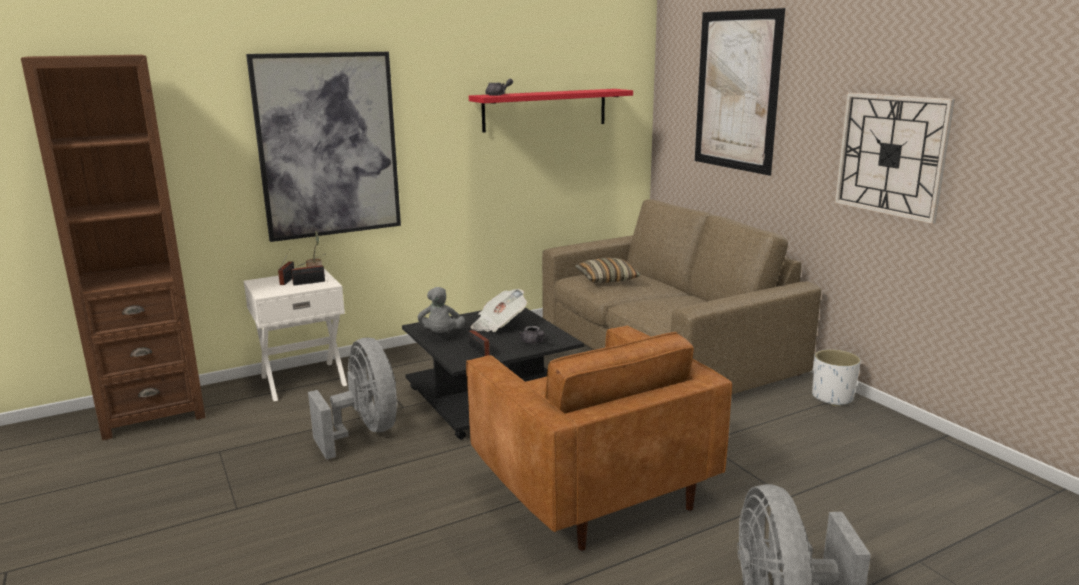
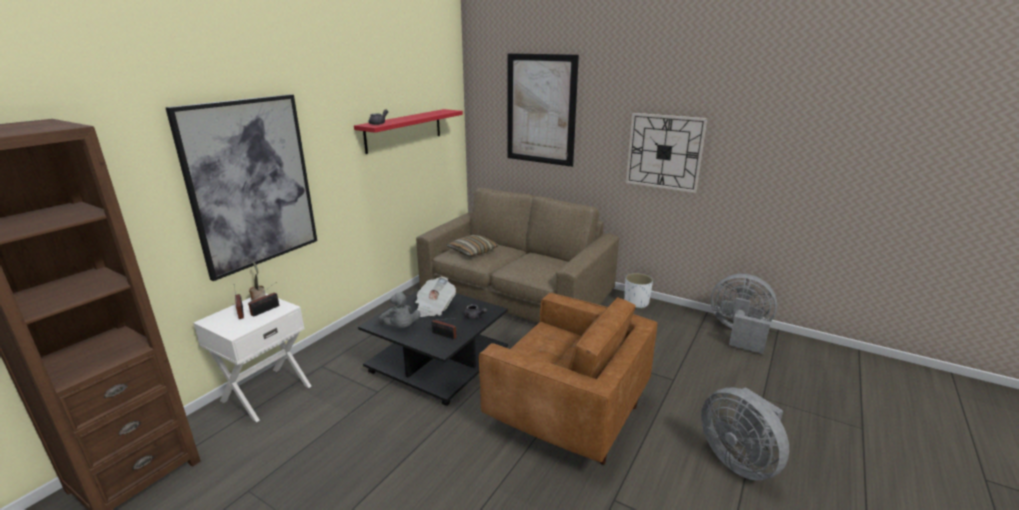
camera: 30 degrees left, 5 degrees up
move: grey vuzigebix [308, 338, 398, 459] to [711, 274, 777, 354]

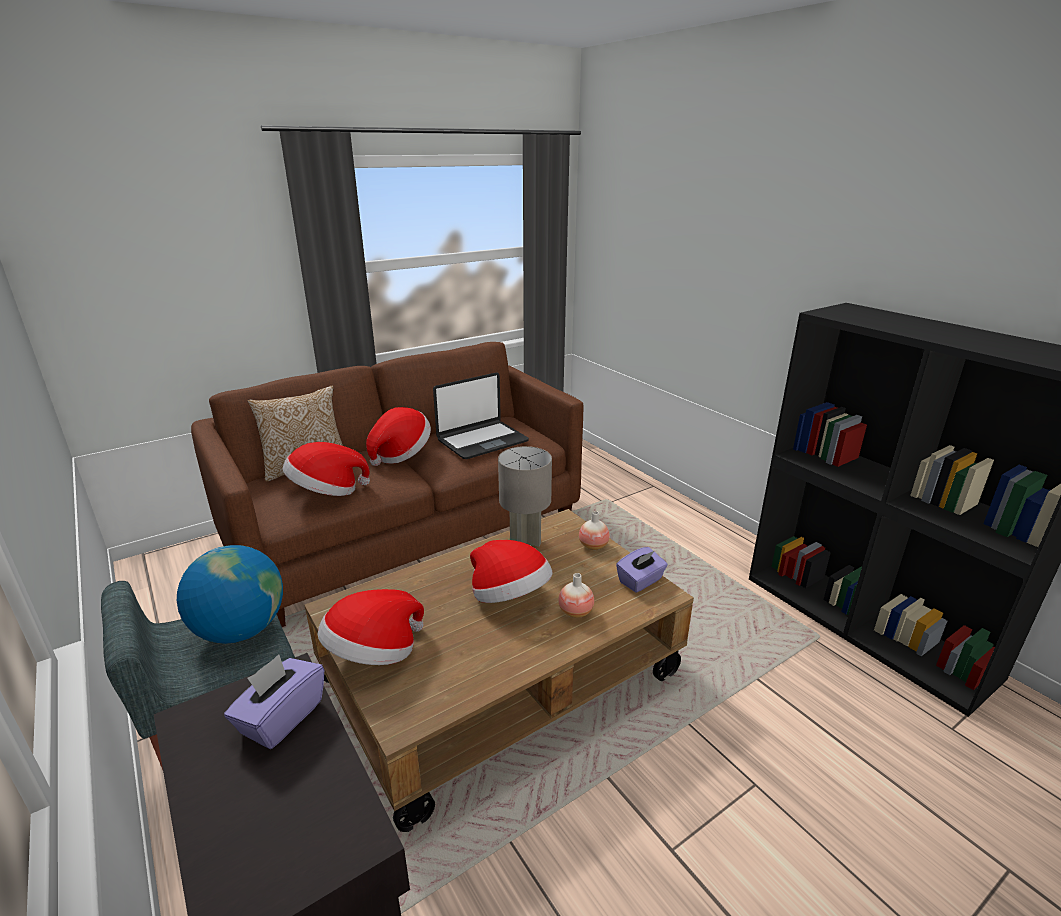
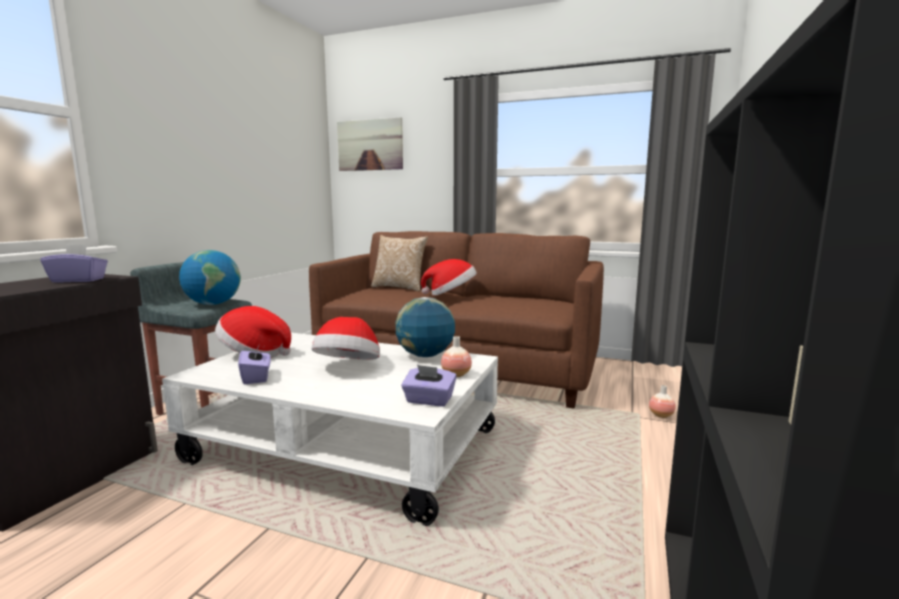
camera: 55 degrees right, 15 degrees down
delete: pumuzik [283, 442, 370, 496]; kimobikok [433, 372, 529, 459]
insert: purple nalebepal [238, 343, 271, 384]; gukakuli [337, 117, 403, 171]
move: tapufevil [558, 573, 594, 618] to [649, 385, 676, 418]
replace: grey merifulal [498, 446, 552, 547] to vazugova [395, 297, 455, 357]
recolor: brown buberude [304, 509, 694, 832] to white buberude [162, 333, 498, 526]

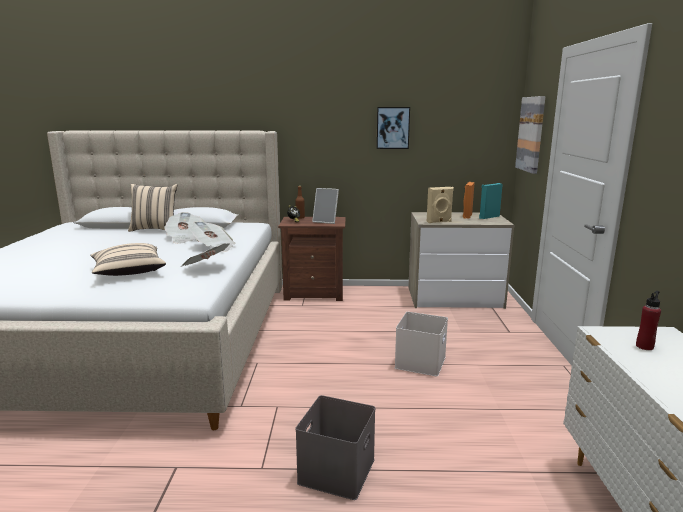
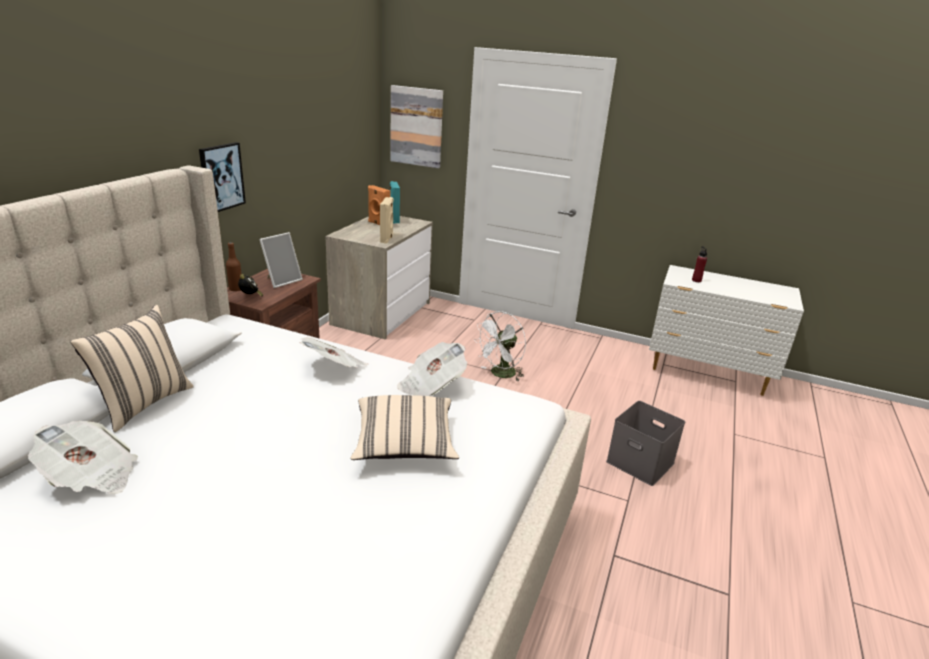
camera: 70 degrees left, 10 degrees up
move: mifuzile [164, 212, 204, 244] to [28, 421, 138, 494]; gukakuli [377, 107, 410, 149] to [199, 142, 246, 212]
replace: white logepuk [395, 312, 448, 377] to white vuzigebix [474, 311, 526, 381]

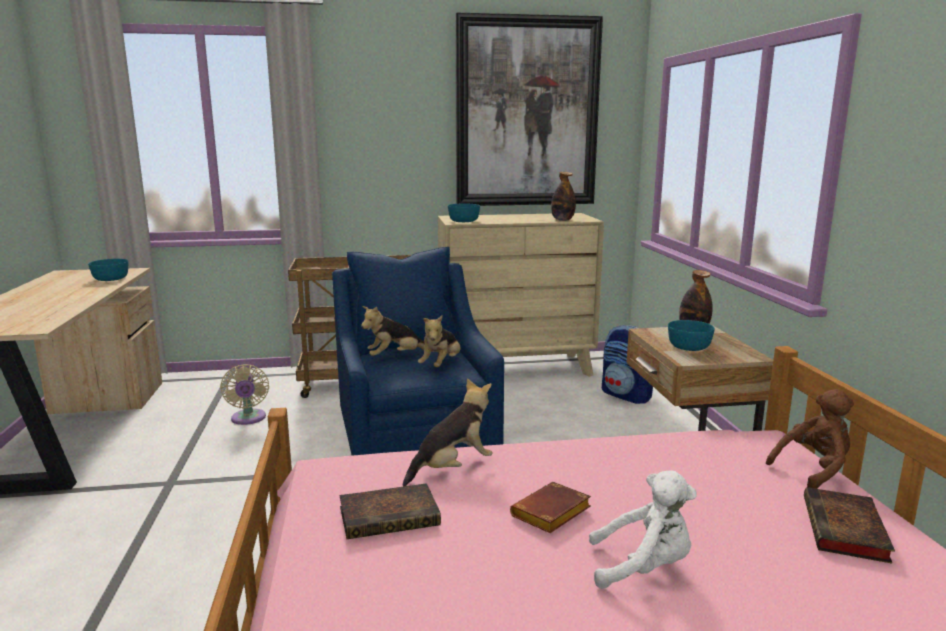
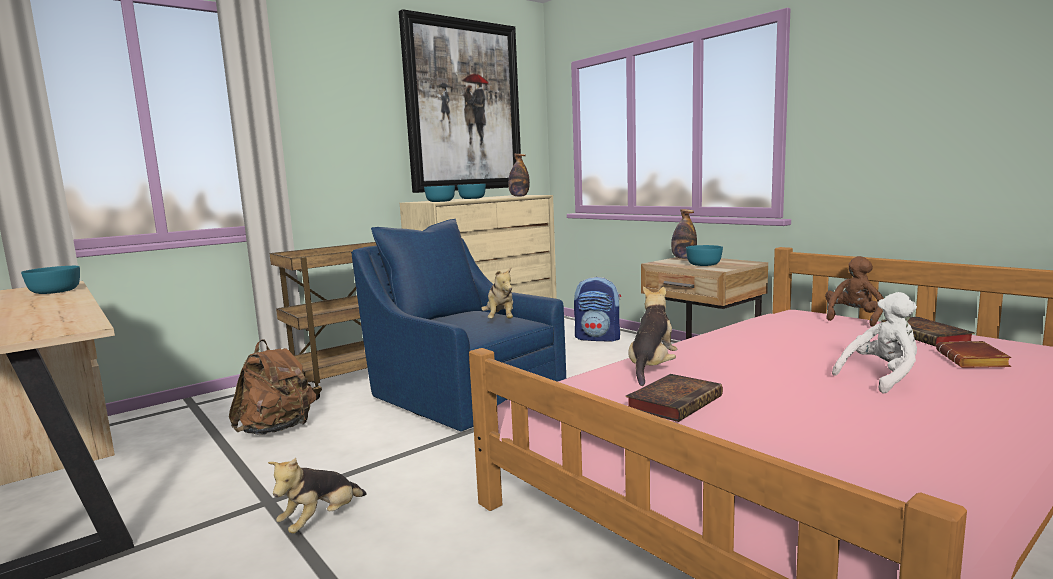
camera: 30 degrees left, 5 degrees down
insert: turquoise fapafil [457, 184, 486, 199]
move: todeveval [361, 306, 425, 356] to [268, 458, 367, 533]; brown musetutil [510, 482, 591, 533] to [936, 341, 1012, 368]
replace: beige vuzigebix [220, 364, 269, 425] to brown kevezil [229, 339, 316, 435]

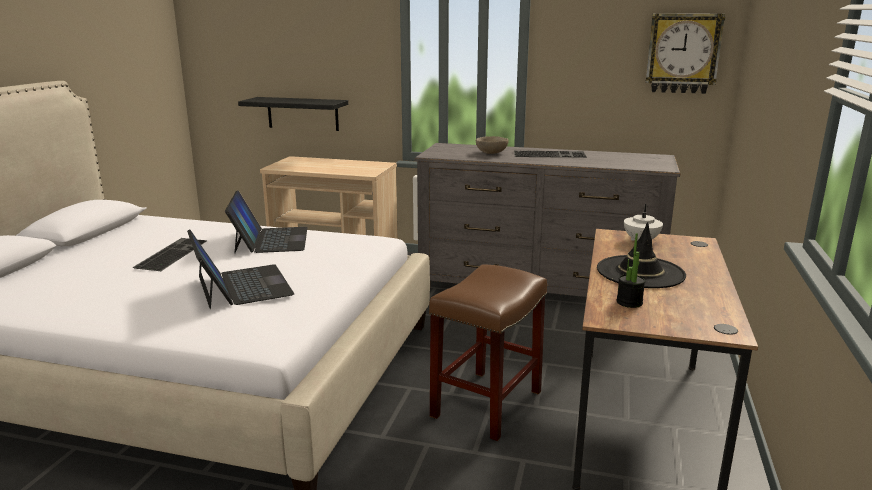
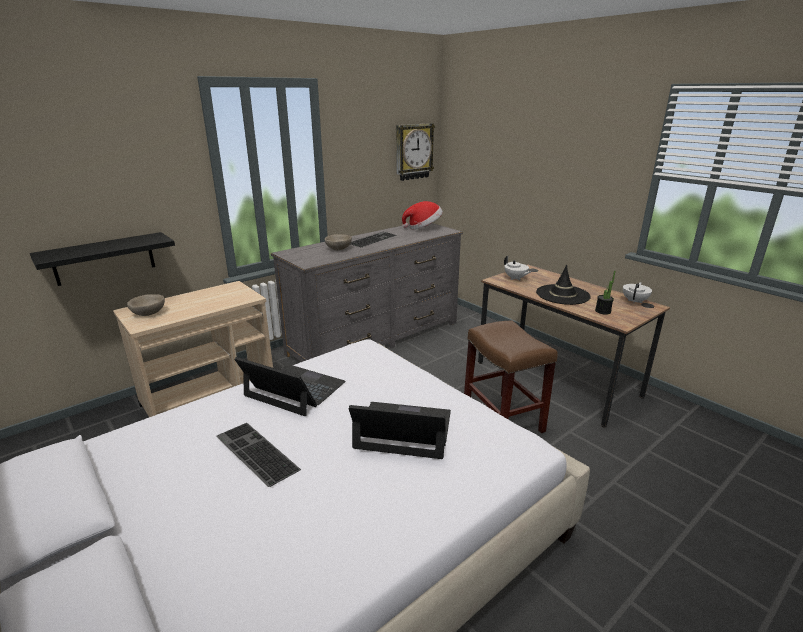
camera: 55 degrees left, 5 degrees up
insert: beige fapafil [127, 294, 165, 316]; pumuzik [402, 201, 443, 229]; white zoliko [623, 282, 652, 304]

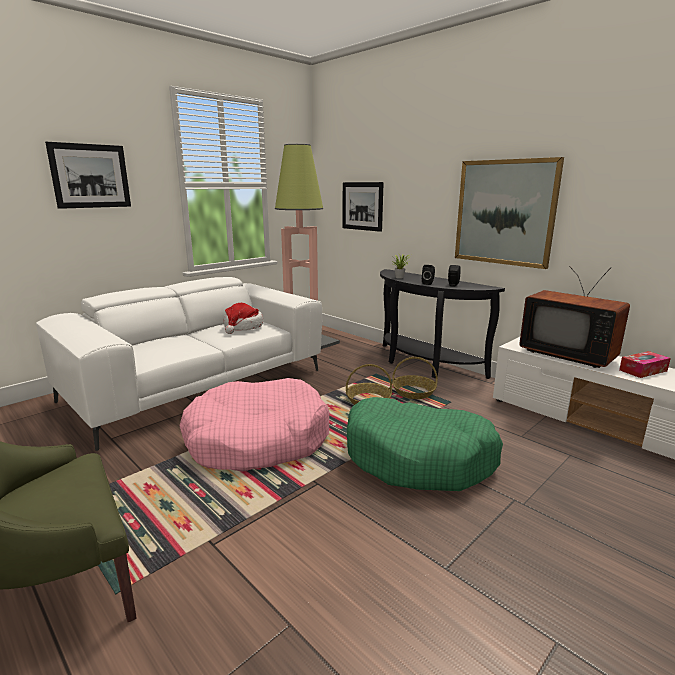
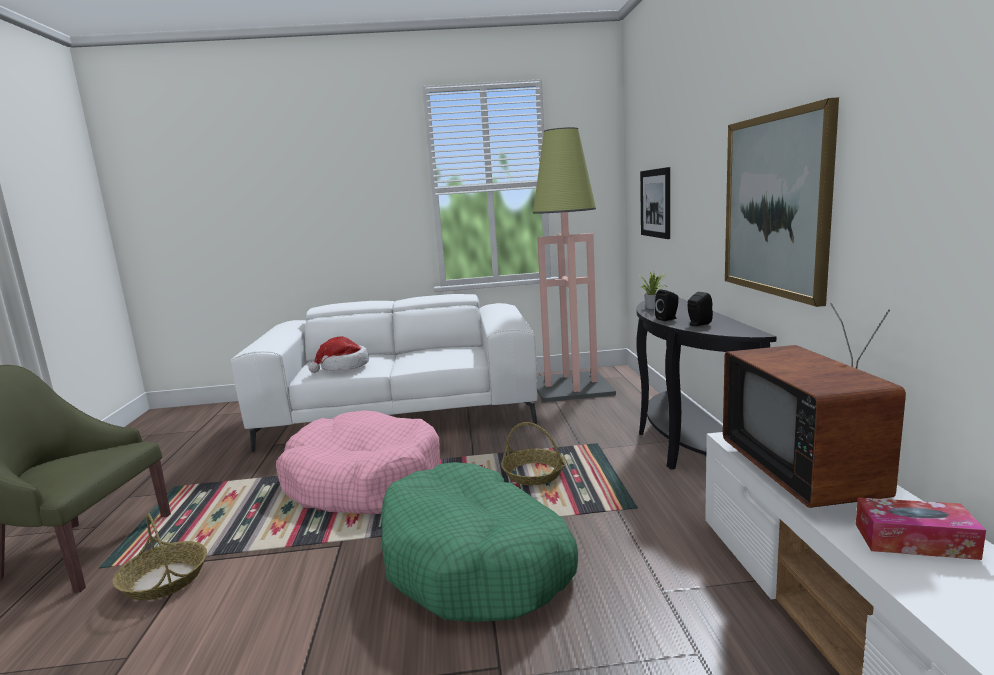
camera: 40 degrees right, 5 degrees down
delete: gukakuli [45, 142, 131, 209]
move: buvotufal [392, 357, 438, 399] to [113, 513, 207, 600]; pumuzik [224, 303, 263, 334] to [309, 336, 369, 373]

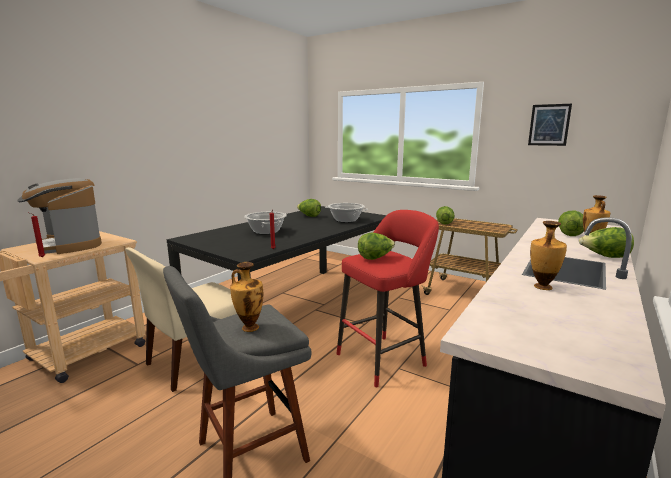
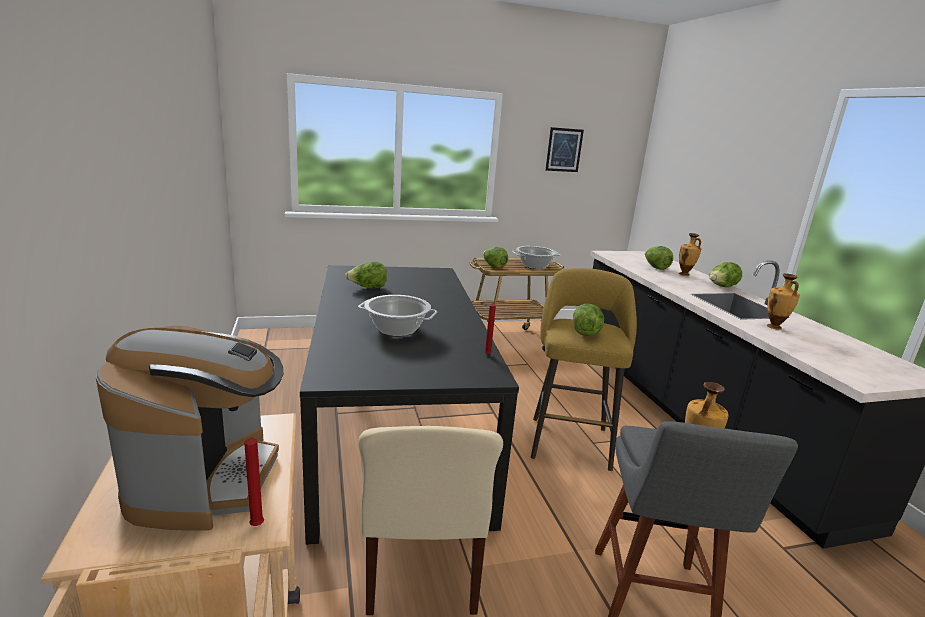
camera: 50 degrees left, 5 degrees up
move: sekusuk [325, 203, 368, 223] to [512, 246, 560, 269]
recolor: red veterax [337, 210, 439, 387] to yellow veterax [531, 268, 637, 471]
rotate: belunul [18, 178, 102, 254] = [96, 326, 284, 531] 90 degrees counterclockwise

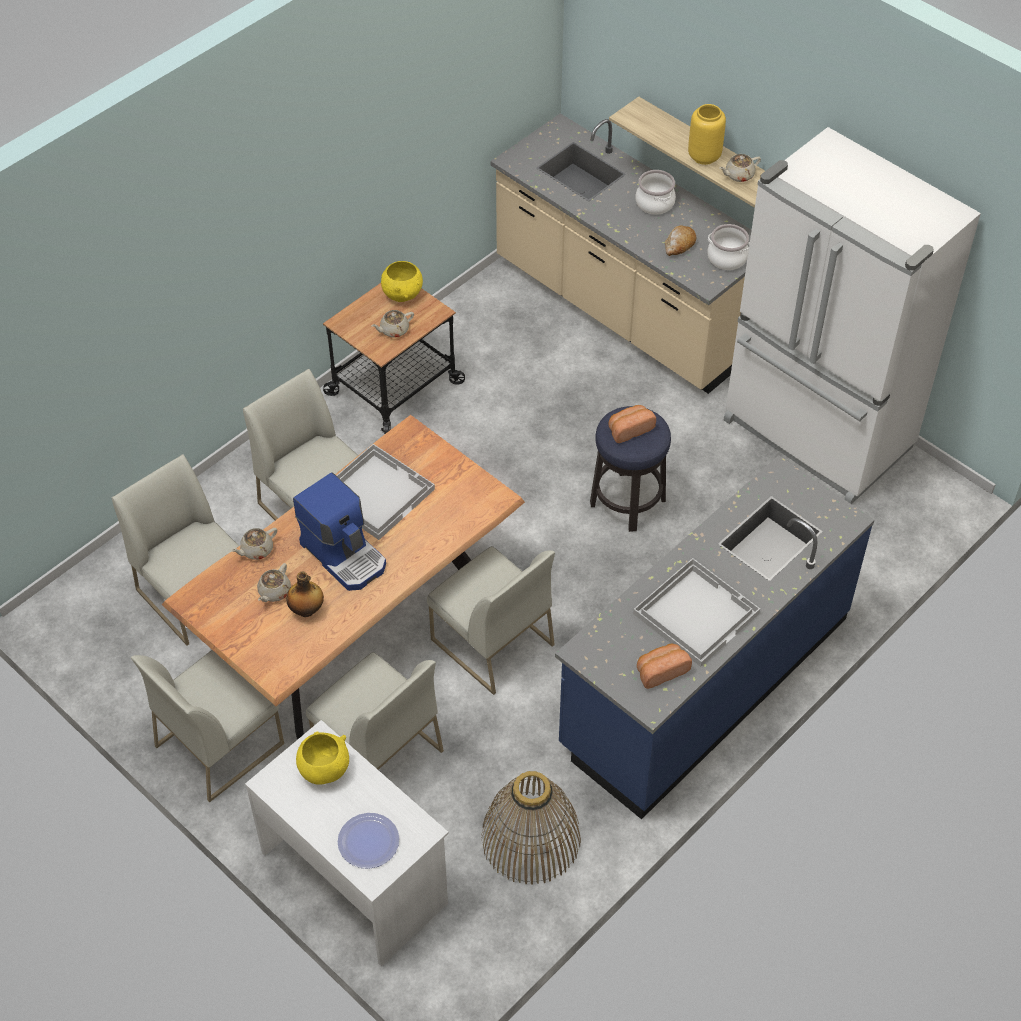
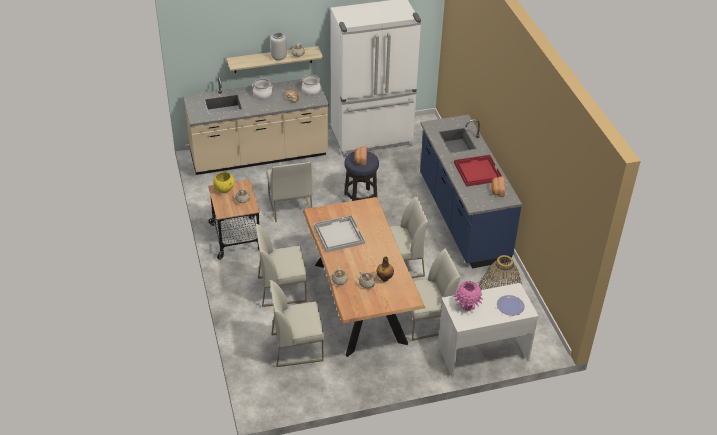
camera: 60 degrees left, 10 degrees down
delete: belunul [293, 472, 386, 591]
move: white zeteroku [131, 650, 284, 802] to [266, 162, 313, 222]
replace: yellow fapafil [296, 731, 349, 785] to pink tapufevil [454, 281, 483, 312]
recolor: yellow tapufevil [688, 104, 726, 165] to grey tapufevil [270, 32, 287, 61]; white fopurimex [633, 558, 760, 667] to red fopurimex [454, 155, 502, 187]

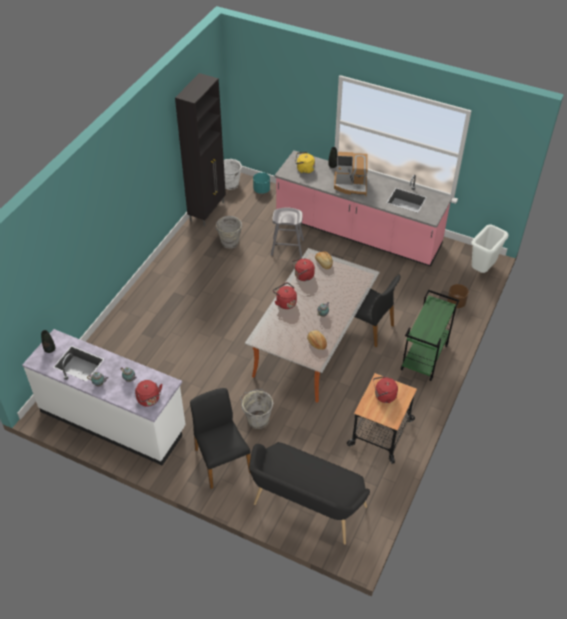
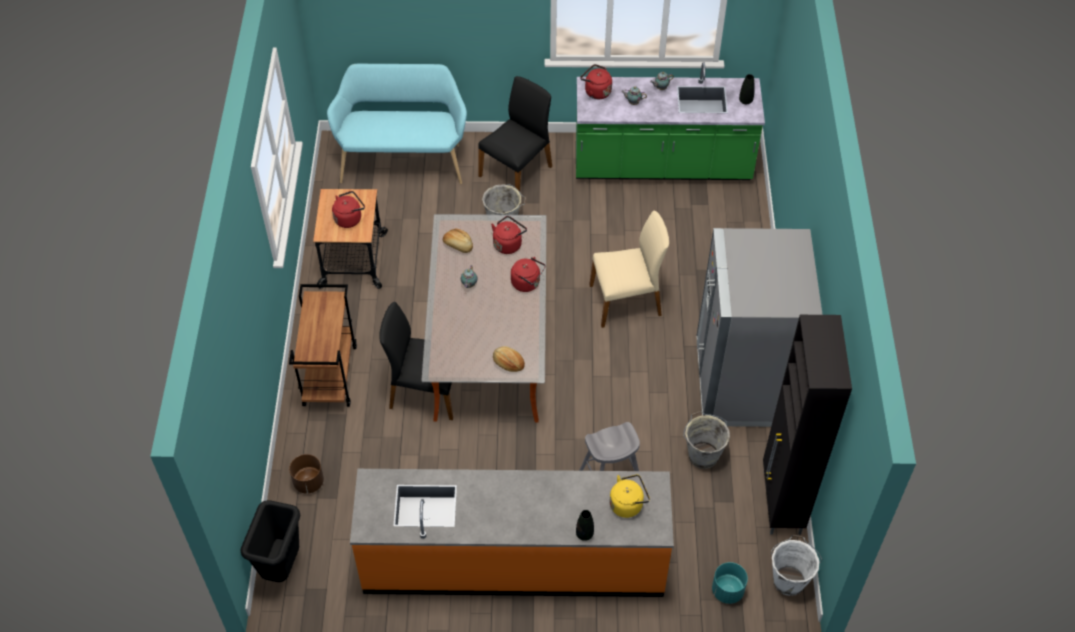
camera: 155 degrees right, 5 degrees up
delete: belunul [334, 152, 368, 196]
insert: beige zeteroku [589, 211, 669, 328]; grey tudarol [696, 228, 823, 427]
move: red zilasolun [291, 258, 315, 281] to [491, 216, 527, 254]
recolor: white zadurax [472, 224, 509, 273] to black zadurax [240, 500, 300, 582]; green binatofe [401, 290, 459, 381] to brown binatofe [289, 284, 357, 407]; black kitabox [249, 442, 370, 545] to turquoise kitabox [327, 64, 467, 184]; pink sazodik [274, 150, 452, 267] to orange sazodik [350, 469, 674, 597]; white sazodik [22, 329, 186, 466] to green sazodik [576, 62, 765, 180]
rotate: black zeteroku [190, 388, 251, 489] = [478, 76, 552, 192] 90 degrees counterclockwise

